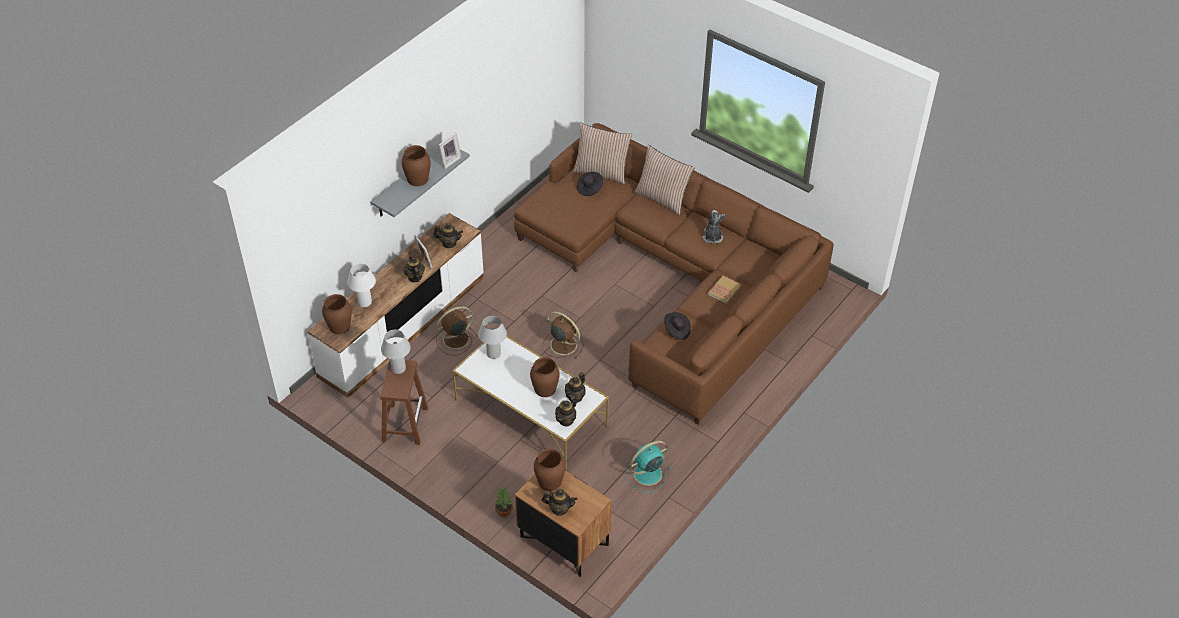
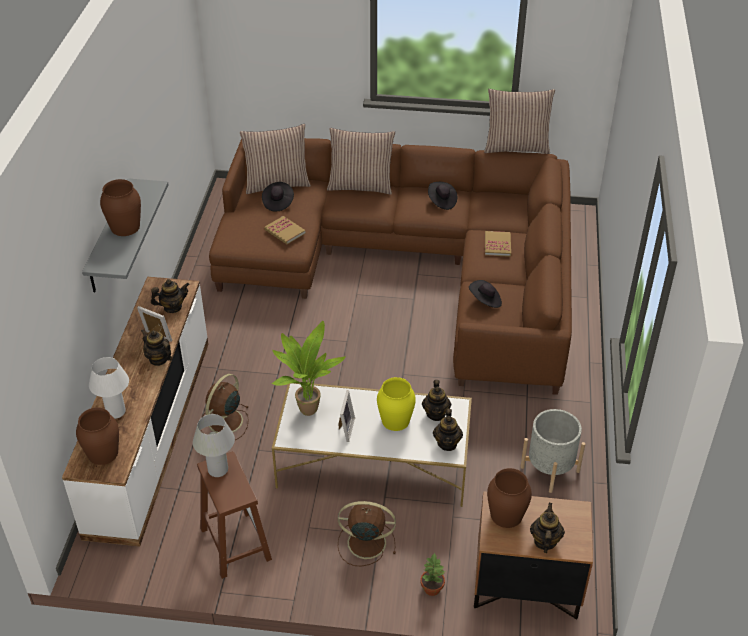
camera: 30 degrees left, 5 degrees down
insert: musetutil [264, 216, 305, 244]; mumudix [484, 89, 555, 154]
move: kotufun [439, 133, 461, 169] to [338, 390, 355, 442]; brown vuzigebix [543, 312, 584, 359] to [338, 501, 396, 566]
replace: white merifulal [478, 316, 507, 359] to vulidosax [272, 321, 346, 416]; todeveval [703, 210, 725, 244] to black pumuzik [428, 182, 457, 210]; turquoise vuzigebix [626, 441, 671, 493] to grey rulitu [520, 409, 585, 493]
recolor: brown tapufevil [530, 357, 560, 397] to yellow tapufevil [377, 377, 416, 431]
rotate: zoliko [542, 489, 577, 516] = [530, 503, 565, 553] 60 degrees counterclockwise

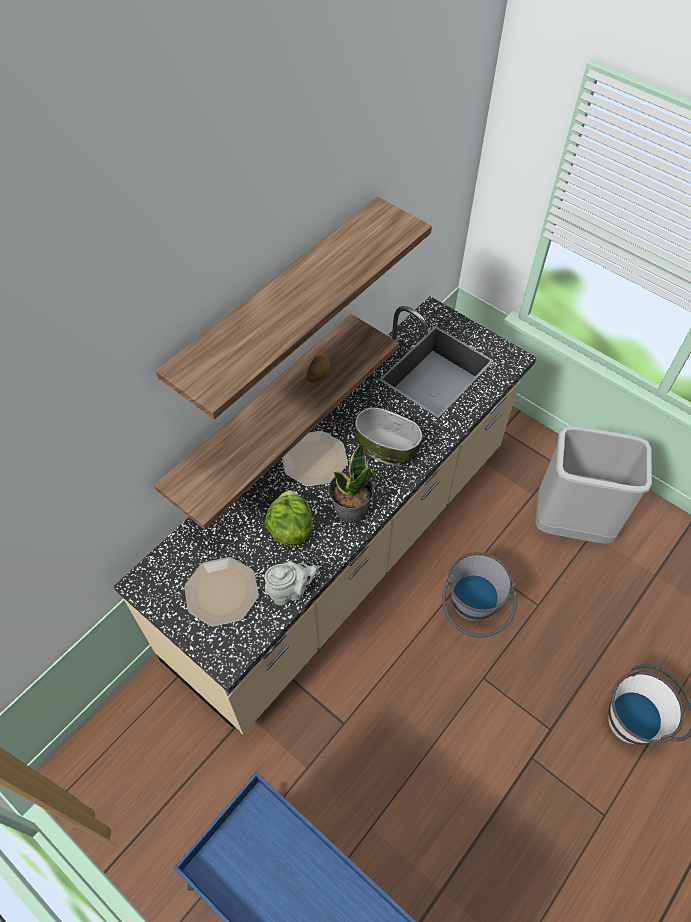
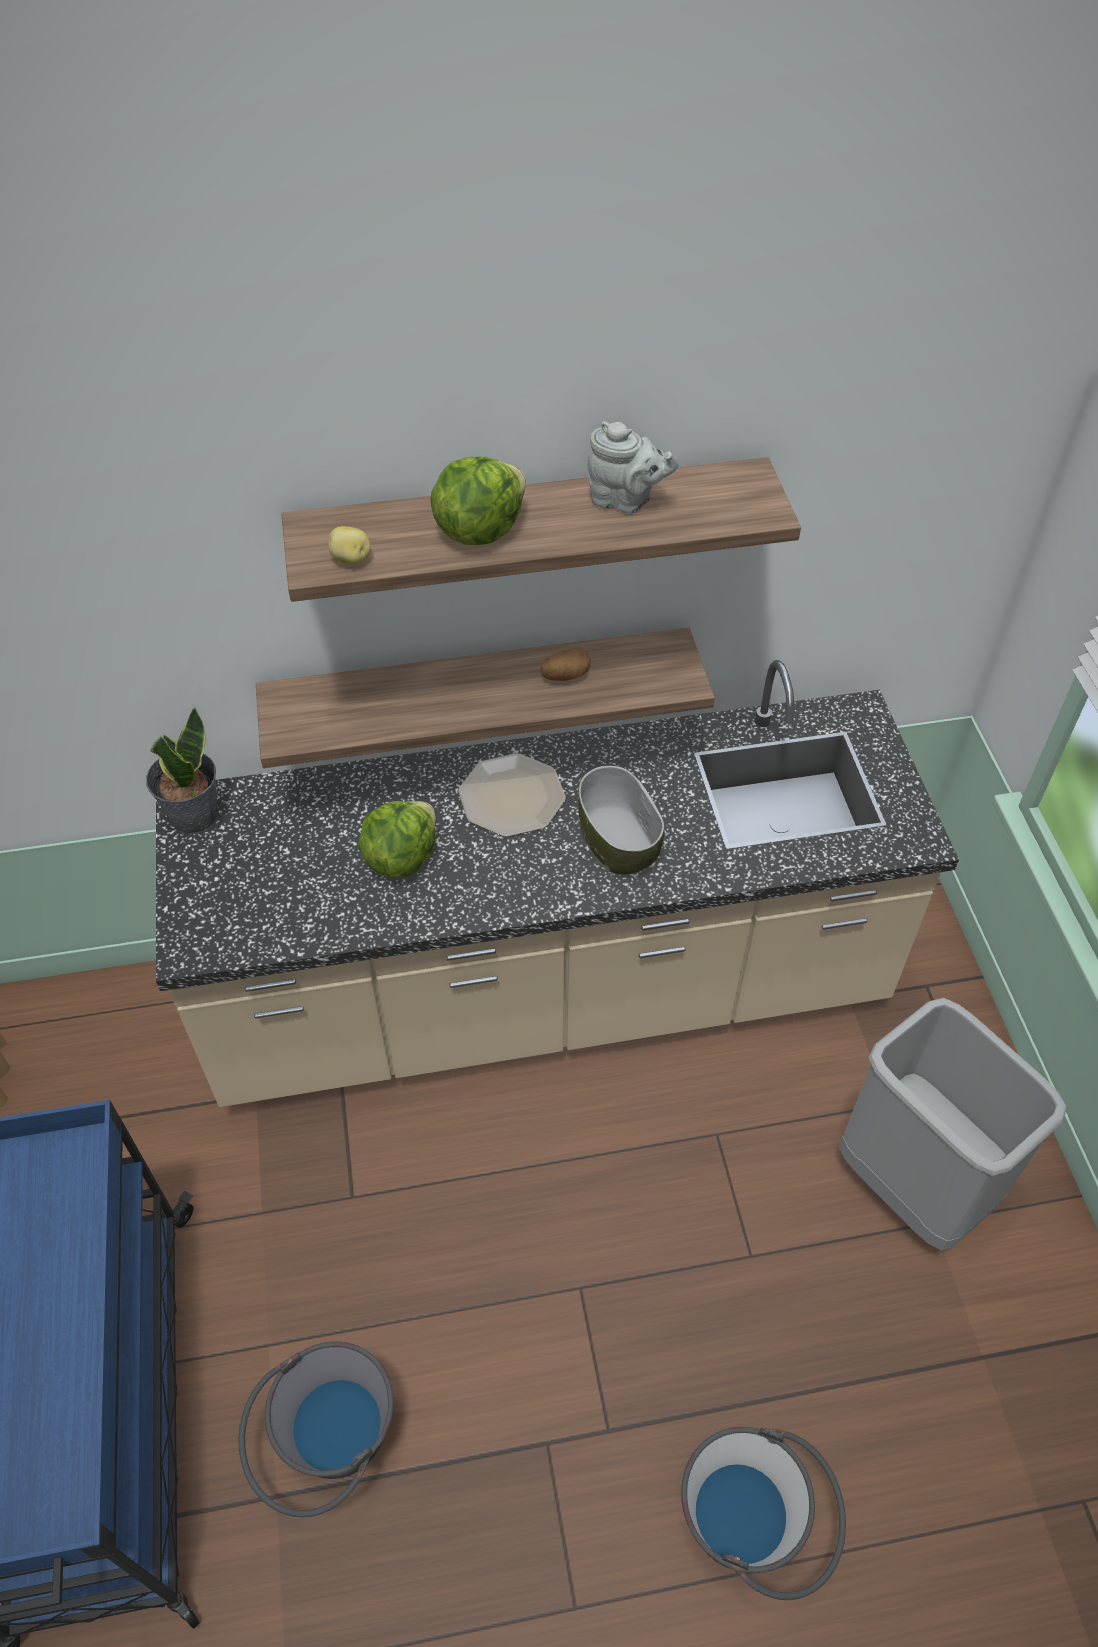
camera: 40 degrees right, 5 degrees down
delete: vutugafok [184, 557, 259, 627]
insert: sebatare [329, 526, 370, 565]; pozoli [430, 456, 526, 545]
move: vulidosax [328, 442, 375, 523] to [146, 707, 219, 834]; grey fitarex [442, 552, 517, 637] to [239, 1341, 394, 1517]; grey zoliko [265, 561, 319, 605] to [587, 421, 679, 513]

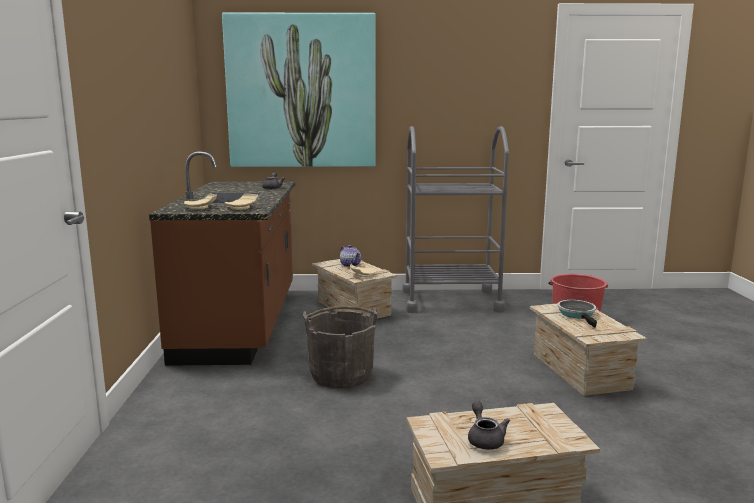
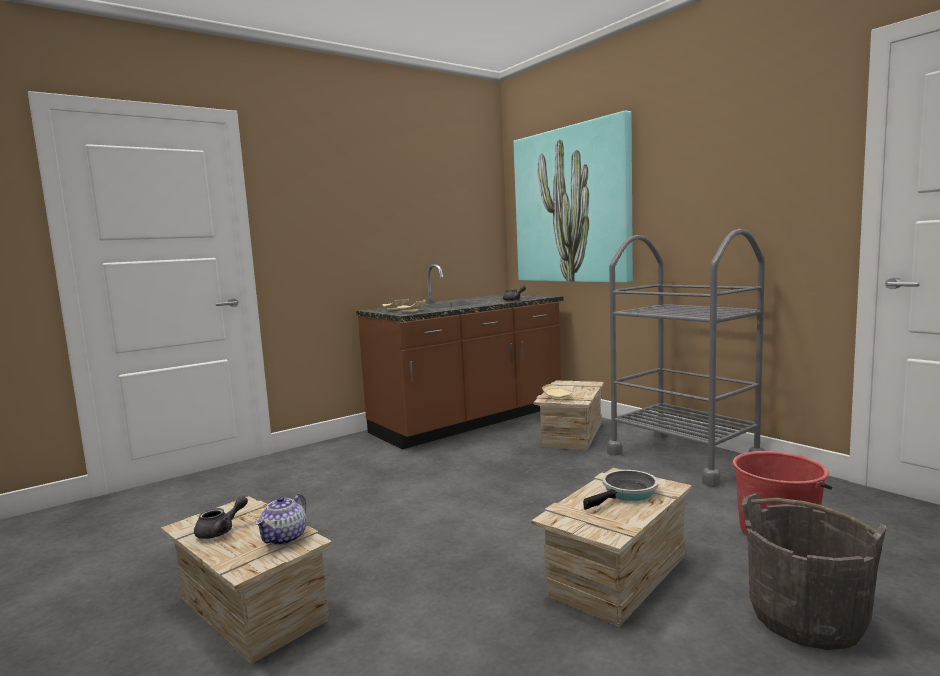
camera: 55 degrees right, 5 degrees down
move: zoliko [340, 245, 361, 267] to [255, 493, 306, 546]; grey fitarex [303, 306, 377, 388] to [742, 493, 886, 650]

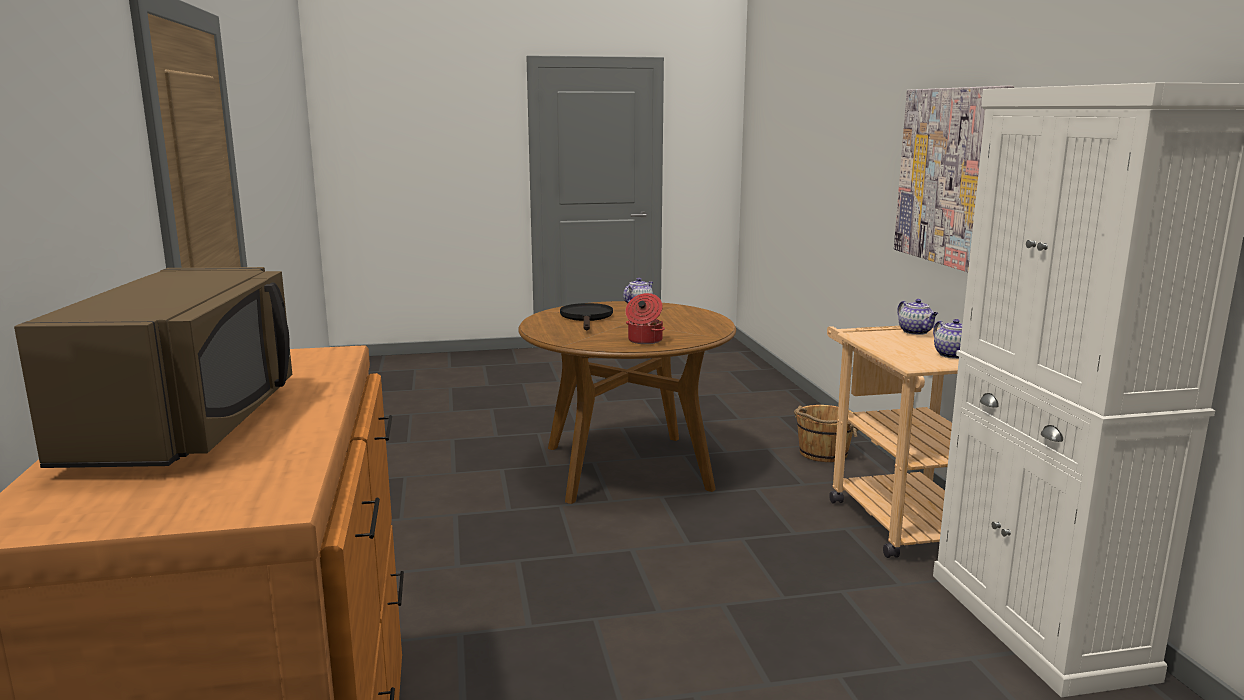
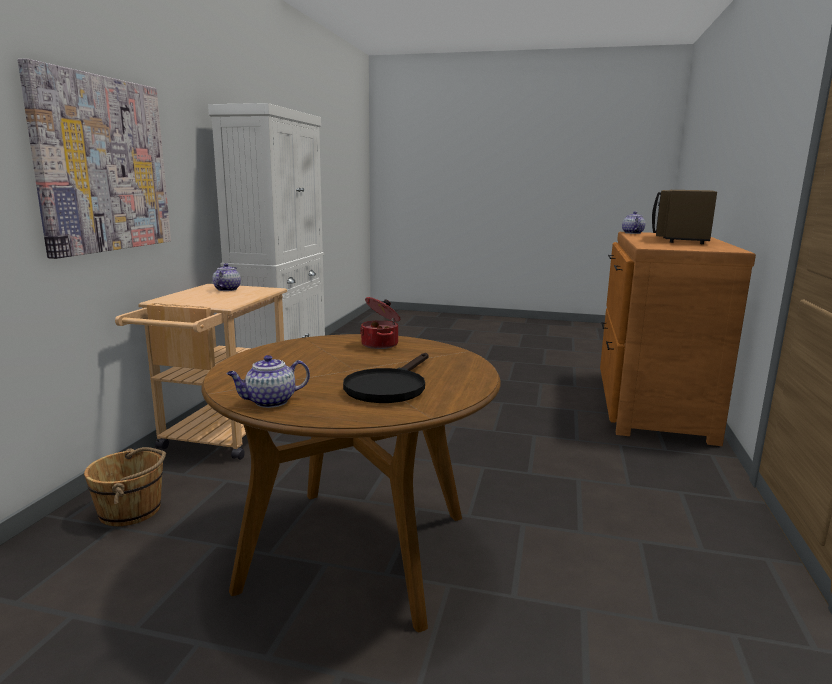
camera: 155 degrees left, 0 degrees up
move: zoliko [897, 299, 938, 335] to [622, 211, 645, 234]

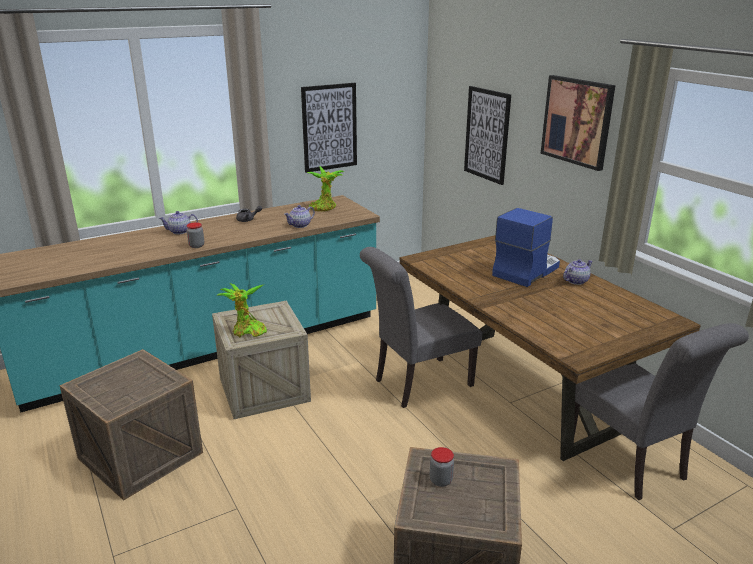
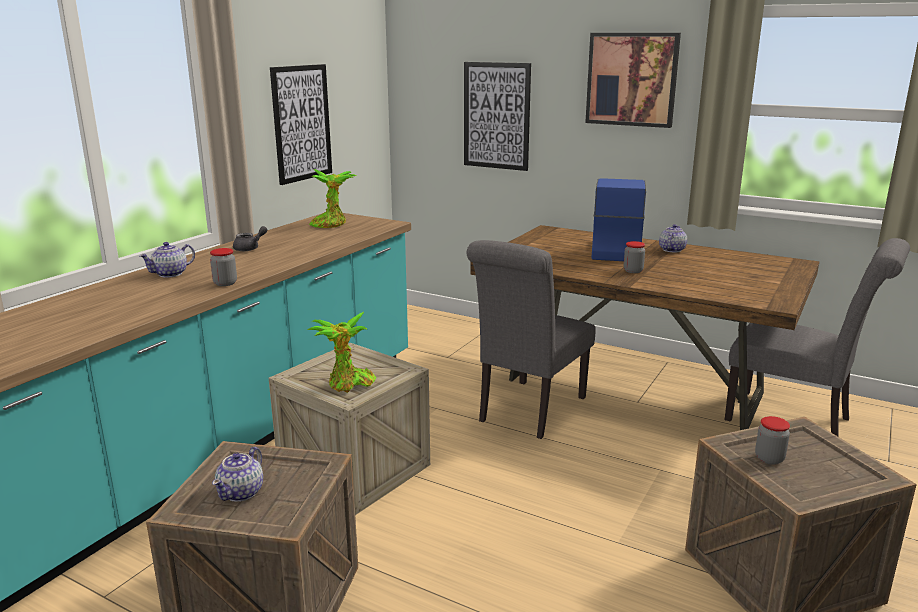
camera: 30 degrees left, 5 degrees down
insert: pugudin [624, 241, 645, 273]
move: zoliko [284, 205, 315, 228] to [212, 447, 263, 502]

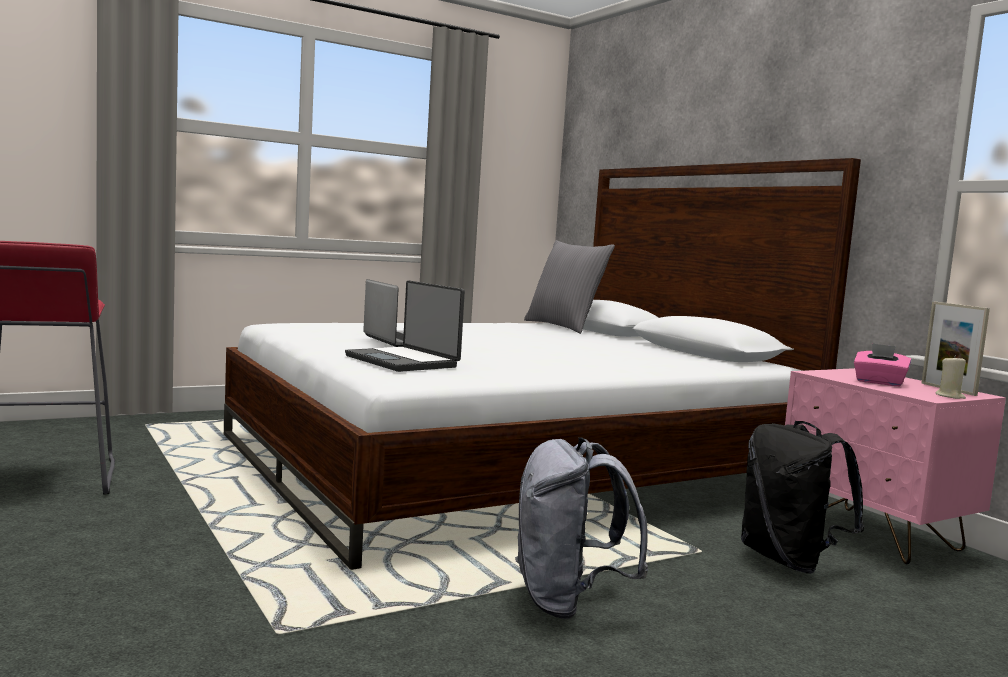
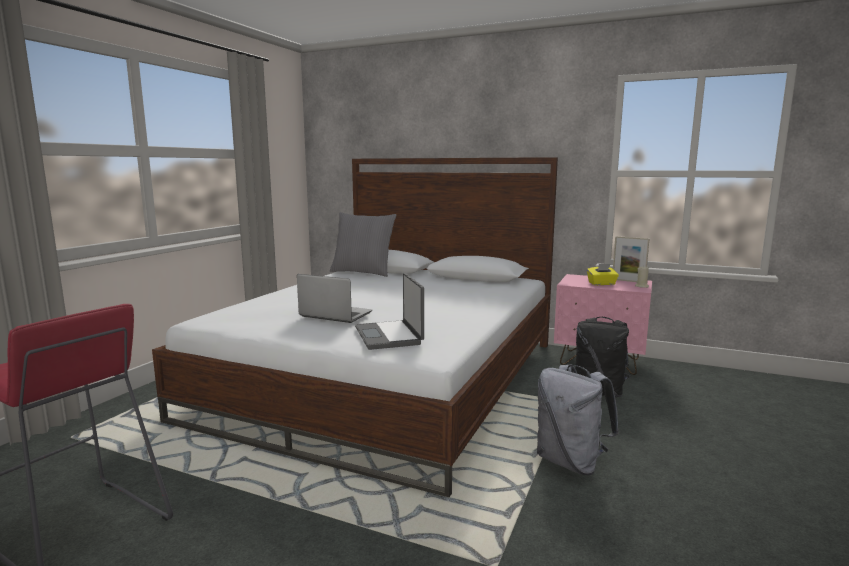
camera: 35 degrees left, 5 degrees up
recolor: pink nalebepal [854, 343, 911, 386] to yellow nalebepal [587, 264, 619, 285]
rotate: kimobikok [345, 280, 465, 372] = [355, 273, 424, 350] 60 degrees clockwise

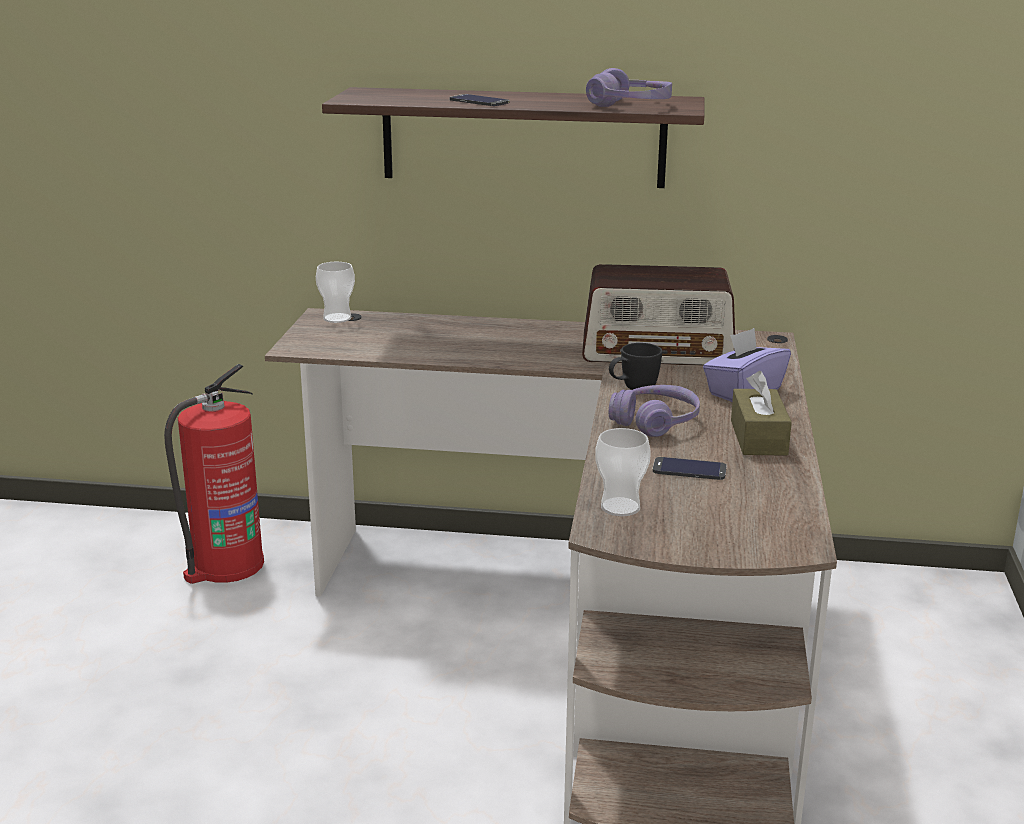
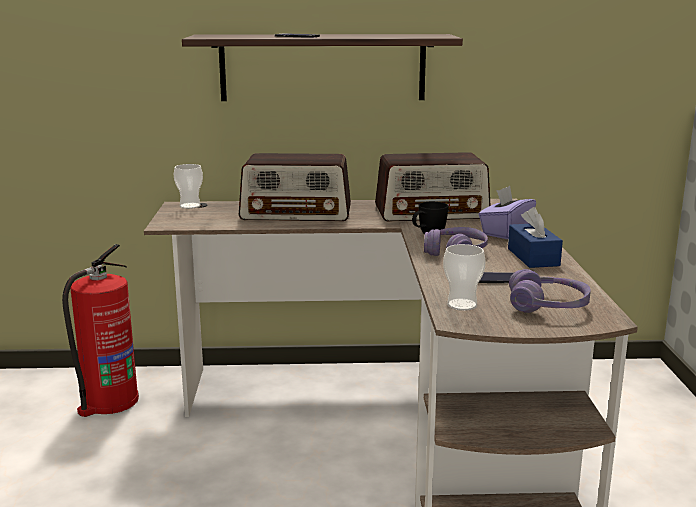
camera: 10 degrees left, 5 degrees down
insert: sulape [239, 153, 351, 221]
move: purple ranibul [586, 68, 672, 107] to [509, 269, 591, 313]
recolor: brown nalebepal [731, 371, 792, 456] to blue nalebepal [508, 207, 563, 268]

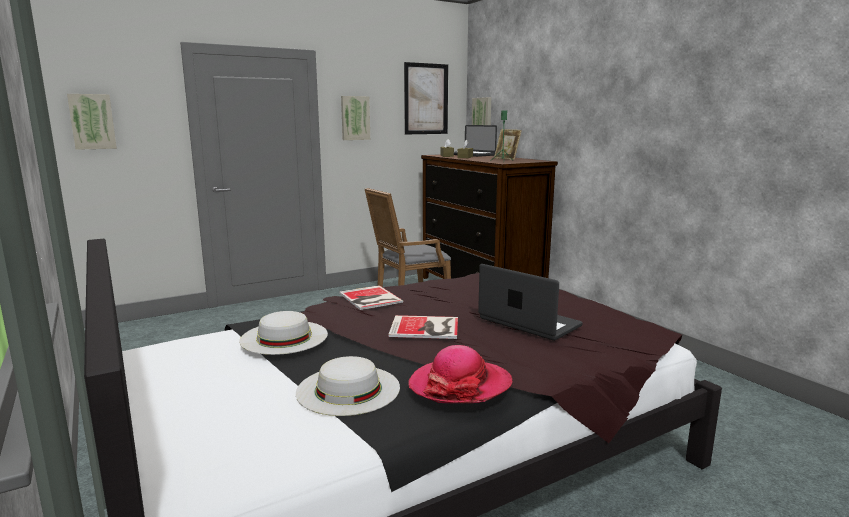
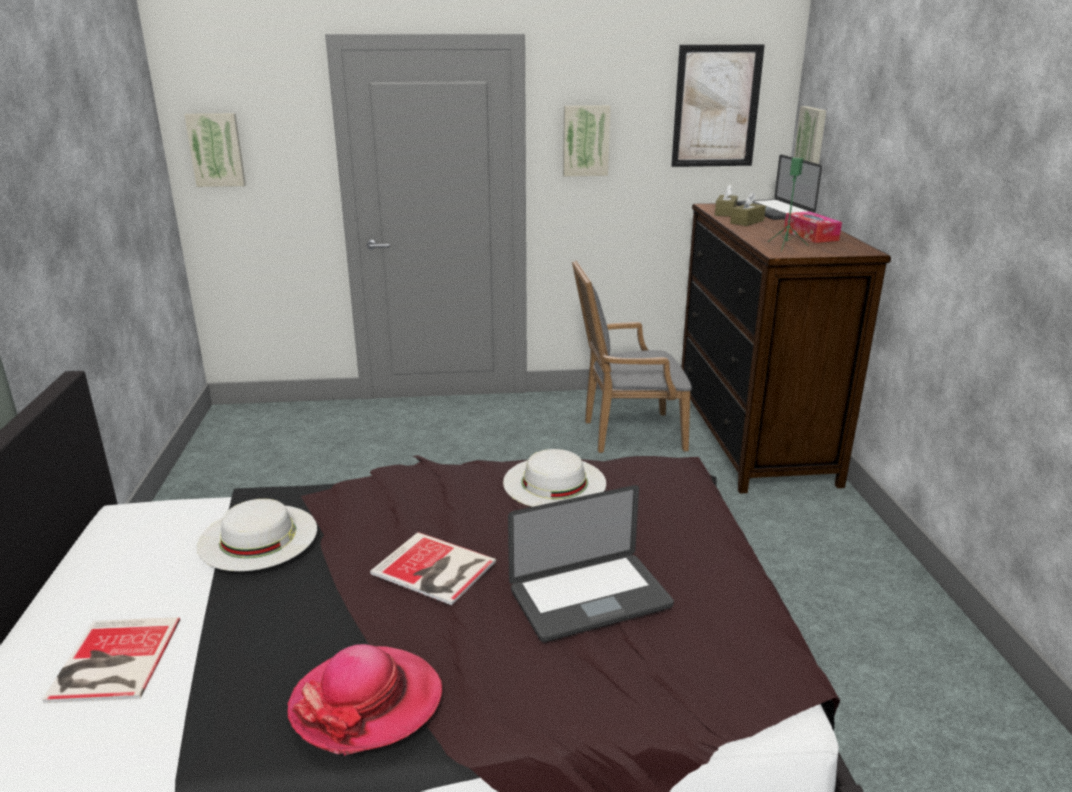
camera: 25 degrees right, 10 degrees up
move: musetutil [339, 285, 403, 310] to [42, 617, 180, 703]; white pumuzik [296, 356, 400, 416] to [503, 449, 606, 507]
replace: kotufun [494, 129, 522, 160] to nalebepal [784, 211, 842, 243]
rotate: kimobikok [478, 264, 583, 341] = [508, 485, 674, 642] 90 degrees clockwise

